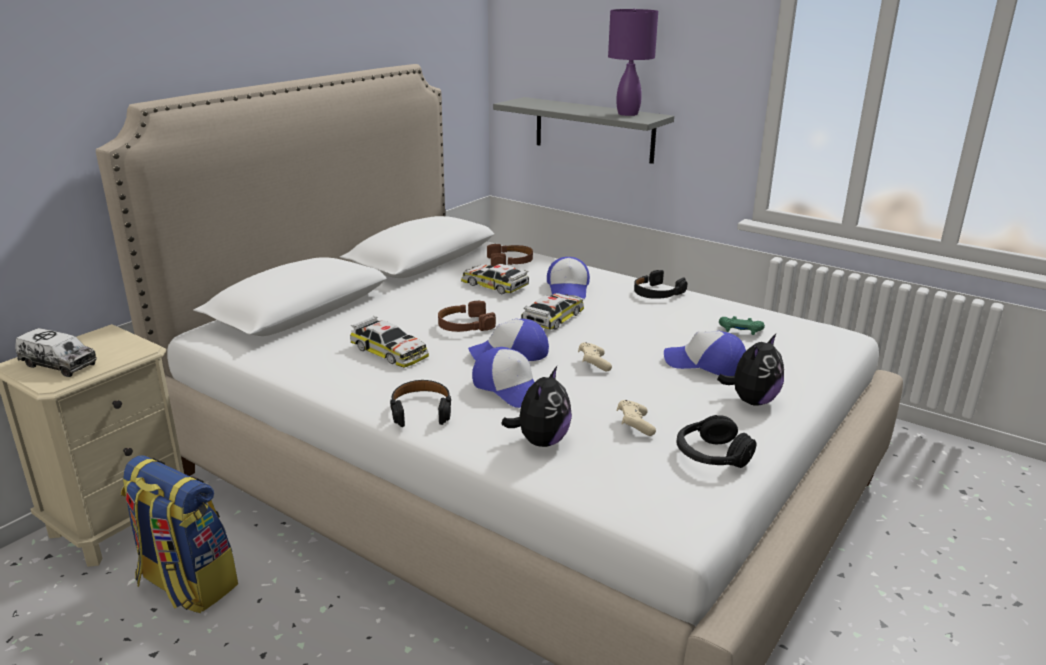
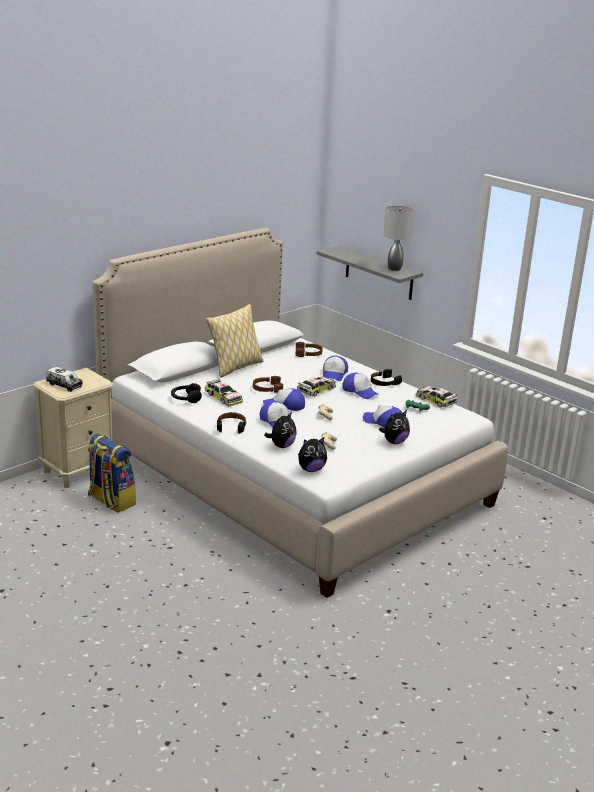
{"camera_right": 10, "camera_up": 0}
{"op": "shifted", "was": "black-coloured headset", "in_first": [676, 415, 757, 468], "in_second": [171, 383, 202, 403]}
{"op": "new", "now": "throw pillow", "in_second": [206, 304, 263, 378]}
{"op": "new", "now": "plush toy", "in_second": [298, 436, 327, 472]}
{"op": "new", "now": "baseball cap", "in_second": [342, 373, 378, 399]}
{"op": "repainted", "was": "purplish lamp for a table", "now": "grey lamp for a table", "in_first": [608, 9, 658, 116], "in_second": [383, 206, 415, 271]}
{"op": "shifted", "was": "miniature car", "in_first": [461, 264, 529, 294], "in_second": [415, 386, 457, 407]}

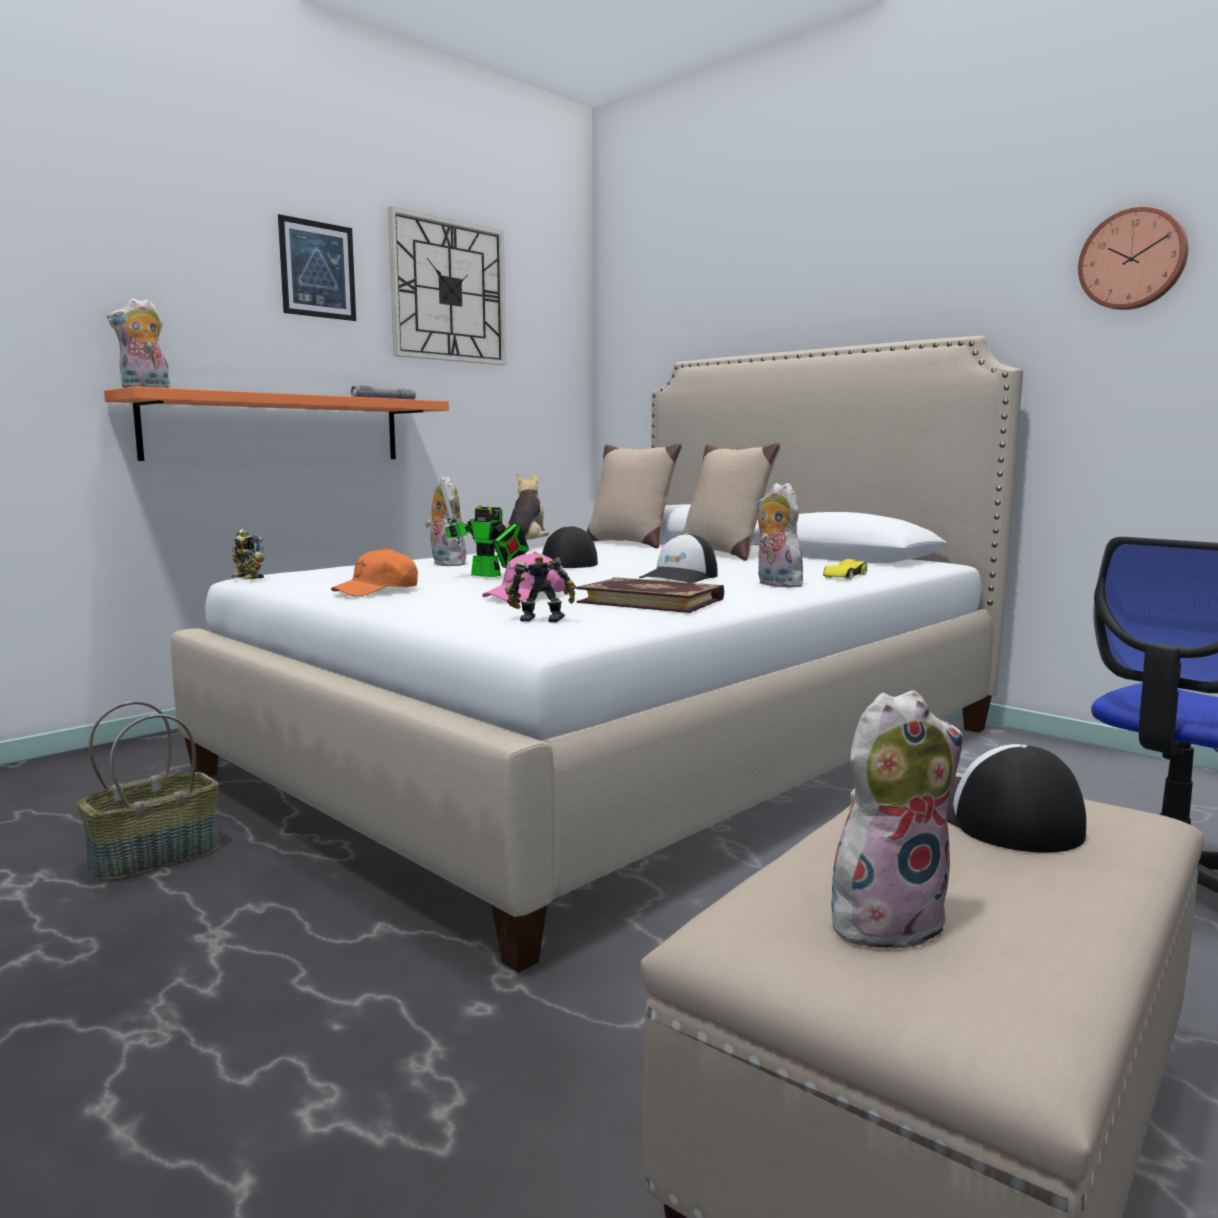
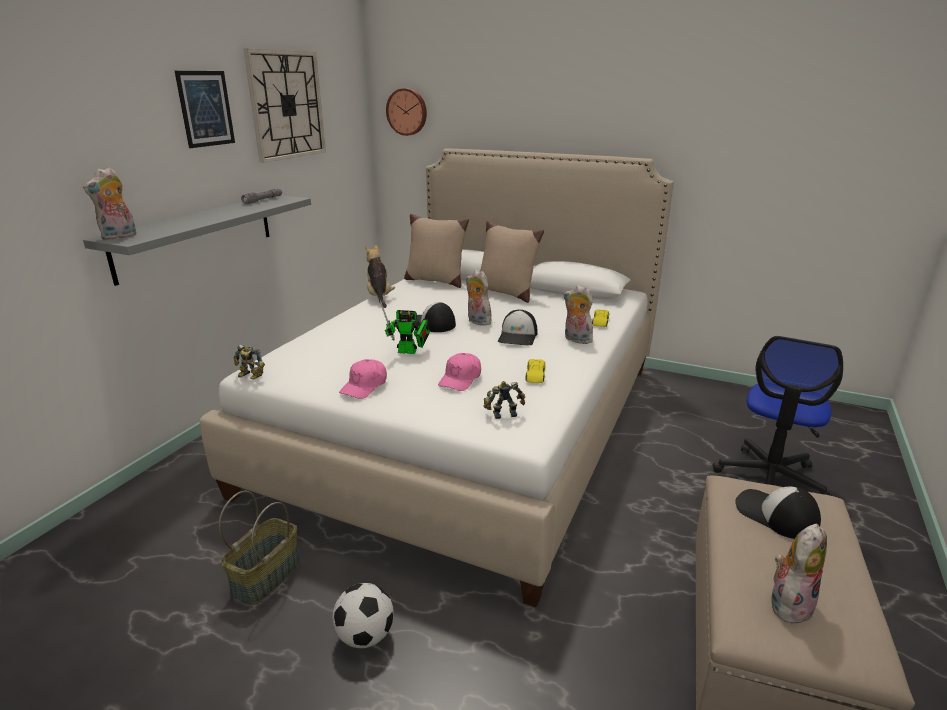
{"camera_right": -20, "camera_up": 15}
{"op": "repainted", "was": "orange-coloured shelf", "now": "grey shelf", "in_first": [104, 386, 449, 461], "in_second": [83, 195, 311, 286]}
{"op": "new", "now": "ball for football", "in_second": [332, 583, 394, 648]}
{"op": "repainted", "was": "orange-coloured baseball cap", "now": "pink baseball cap", "in_first": [331, 547, 418, 596], "in_second": [339, 359, 387, 399]}
{"op": "shifted", "was": "wall clock", "in_first": [1078, 206, 1188, 310], "in_second": [386, 88, 427, 136]}
{"op": "shifted", "was": "plush toy", "in_first": [425, 477, 466, 566], "in_second": [466, 270, 494, 326]}
{"op": "swapped", "was": "bound book", "now": "yellow-coloured miniature car", "in_first": [576, 577, 724, 613], "in_second": [525, 359, 546, 383]}

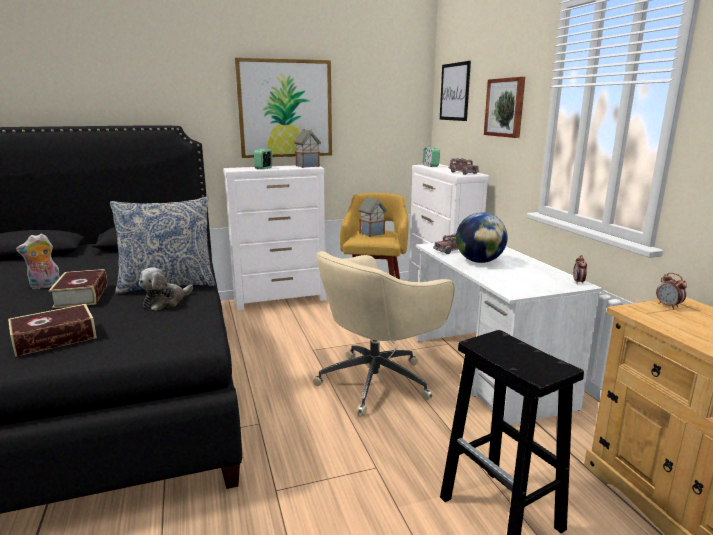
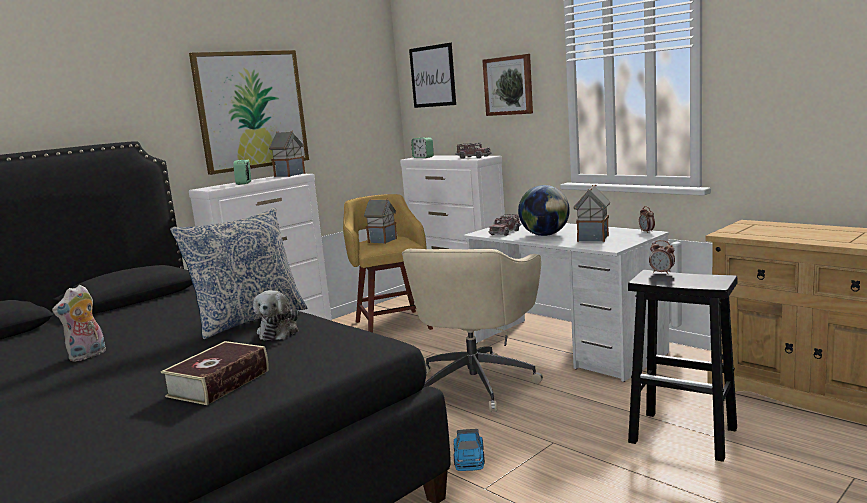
{"camera_right": -25, "camera_up": -5}
{"op": "new", "now": "miniature car", "in_second": [454, 429, 485, 471]}
{"op": "new", "now": "model house", "in_second": [573, 185, 610, 242]}
{"op": "shifted", "was": "alarm clock", "in_first": [656, 273, 687, 309], "in_second": [649, 240, 675, 274]}
{"op": "gone", "was": "bound book", "in_first": [48, 269, 107, 308]}

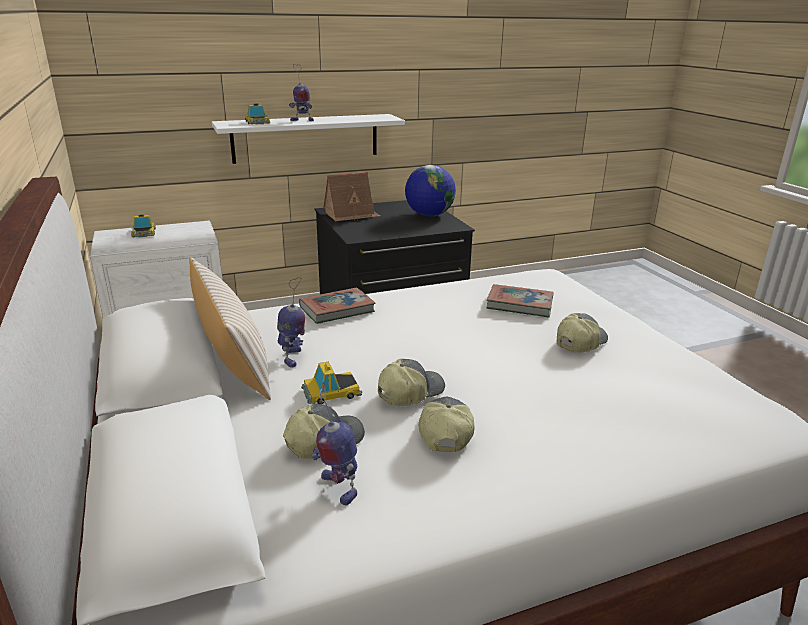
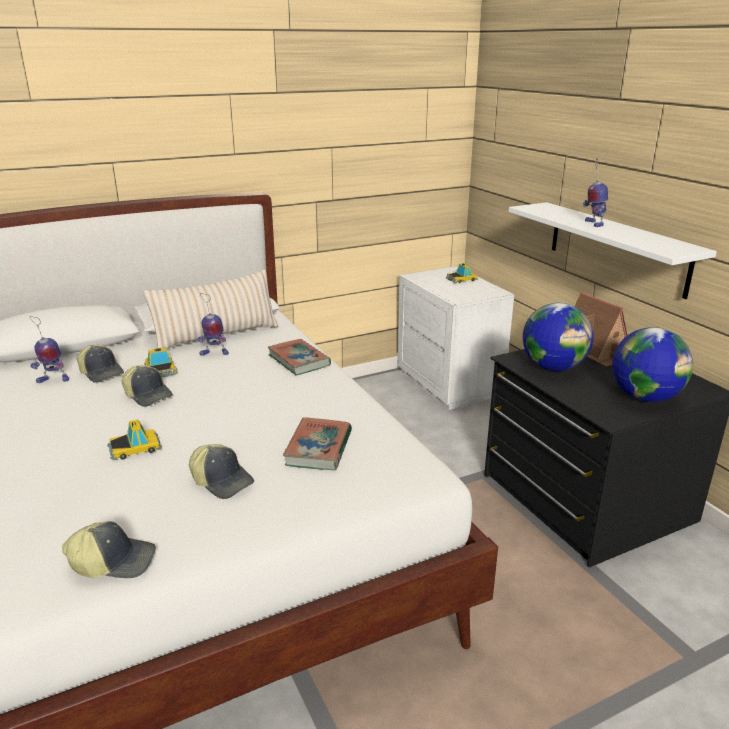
{"camera_right": 85, "camera_up": 0}
{"op": "rotated", "was": "toy robot", "in_first": [312, 382, 357, 506], "in_second": [30, 316, 69, 383], "clockwise": -150}
{"op": "shifted", "was": "baseball cap", "in_first": [418, 397, 474, 452], "in_second": [62, 521, 156, 578]}
{"op": "shifted", "was": "miniature car", "in_first": [245, 103, 270, 124], "in_second": [107, 420, 162, 460]}
{"op": "new", "now": "world globe", "in_second": [523, 303, 594, 371]}

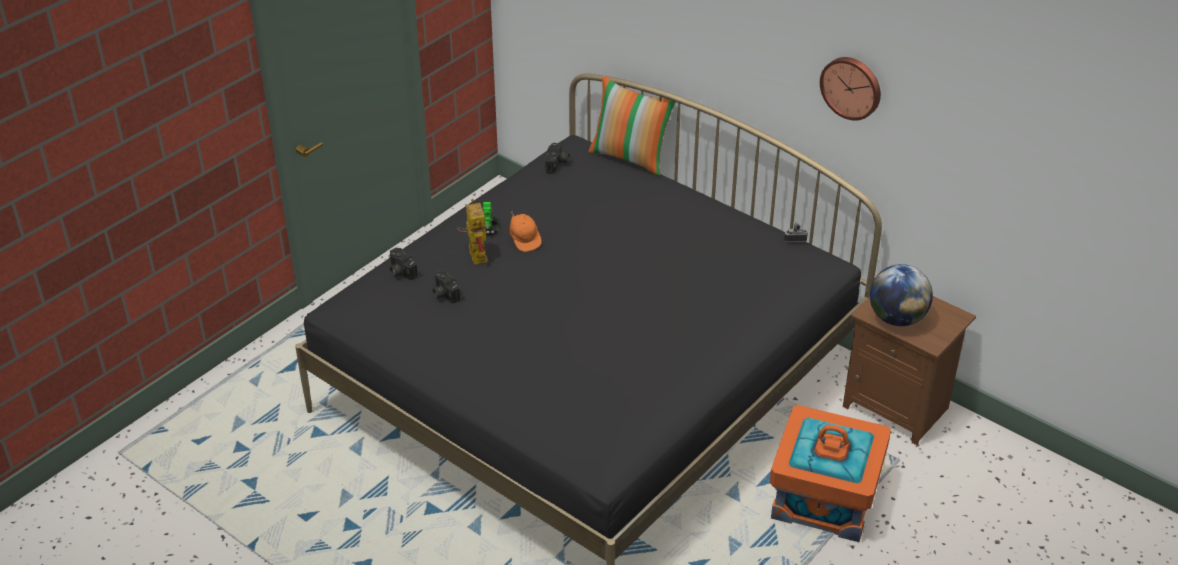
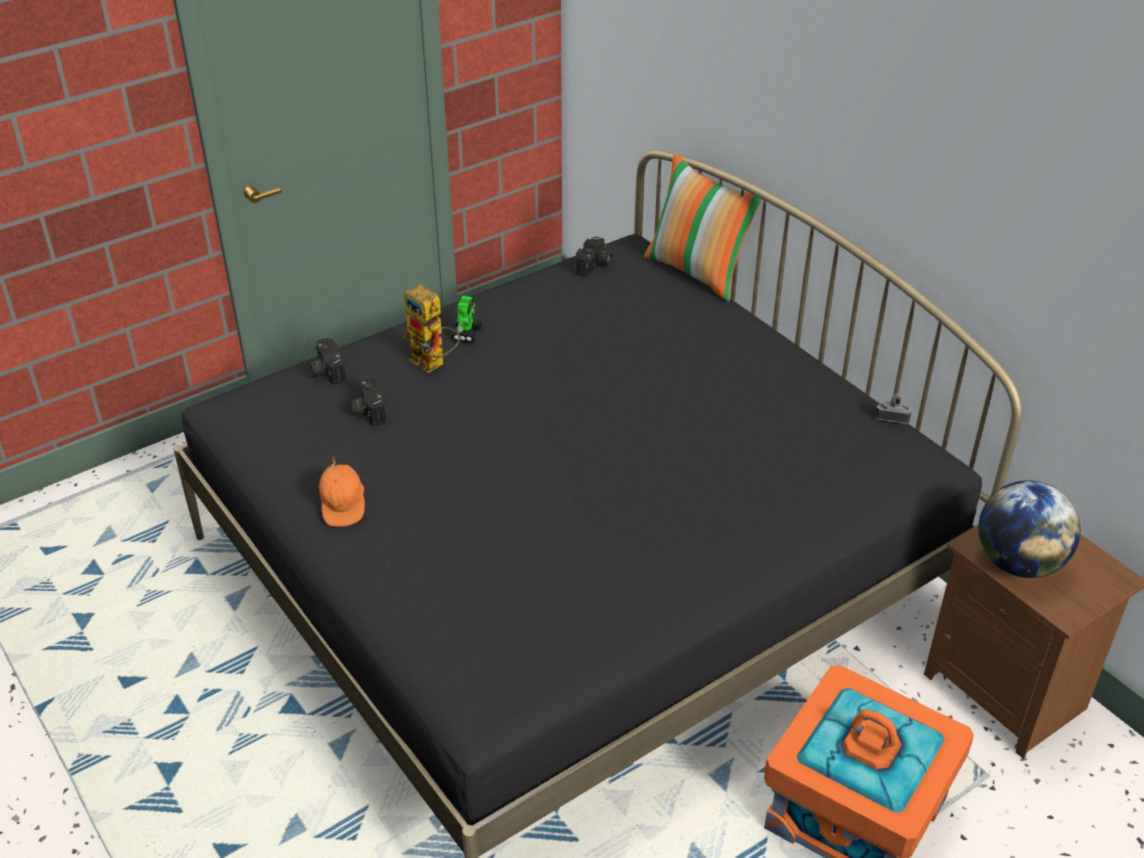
{"camera_right": 15, "camera_up": 0}
{"op": "shifted", "was": "orange-coloured baseball cap", "in_first": [510, 212, 542, 252], "in_second": [319, 457, 365, 527]}
{"op": "rotated", "was": "toy robot", "in_first": [457, 199, 489, 264], "in_second": [404, 284, 460, 373], "clockwise": 135}
{"op": "gone", "was": "wall clock", "in_first": [820, 57, 881, 121]}

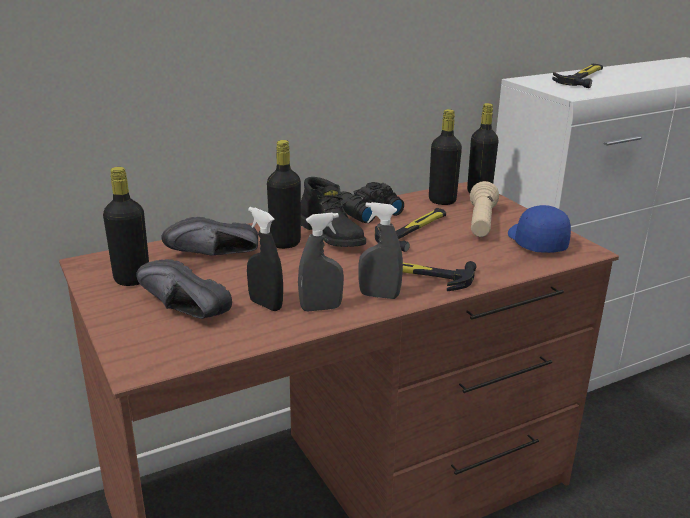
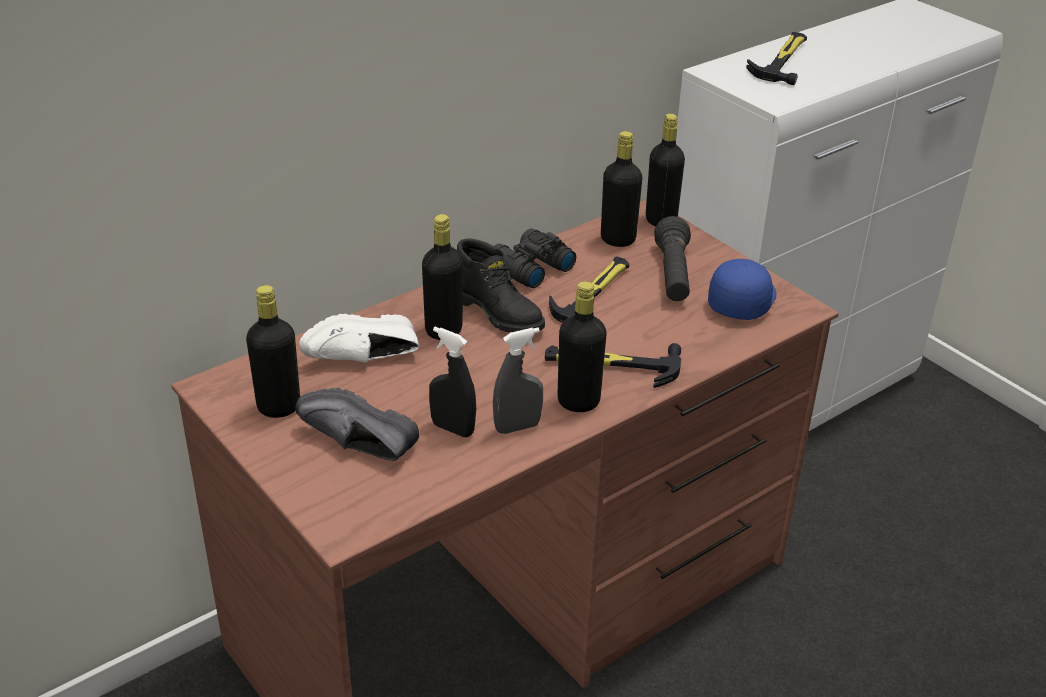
{"camera_right": -10, "camera_up": 10}
{"op": "repainted", "was": "black-coloured shoe", "now": "whitish shoe", "in_first": [161, 217, 258, 256], "in_second": [299, 314, 419, 363]}
{"op": "swapped", "was": "grey spray bottle", "now": "black-coloured drink bottle", "in_first": [358, 202, 403, 299], "in_second": [558, 281, 607, 412]}
{"op": "repainted", "was": "beige-coloured torch", "now": "black-coloured torch", "in_first": [470, 181, 499, 237], "in_second": [654, 216, 691, 301]}
{"op": "rotated", "was": "bluish baseball cap", "in_first": [508, 205, 571, 253], "in_second": [708, 259, 776, 320], "clockwise": 45}

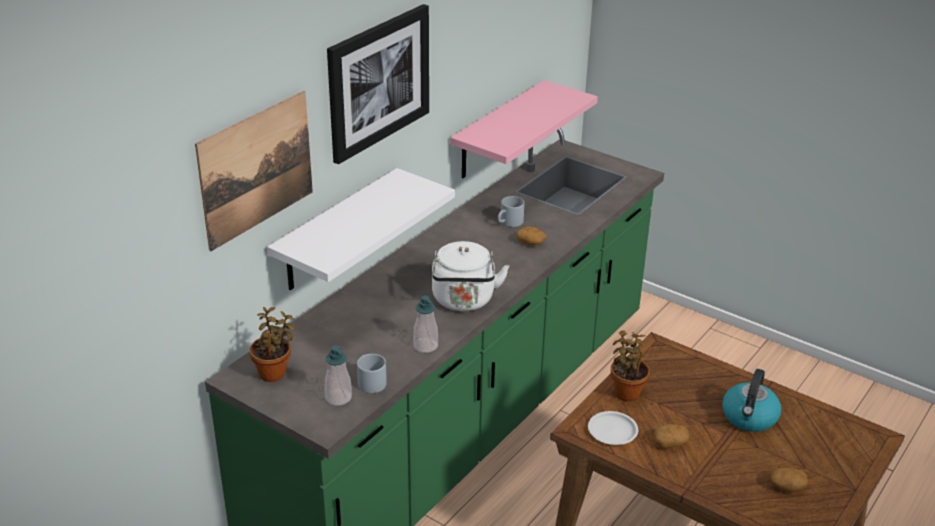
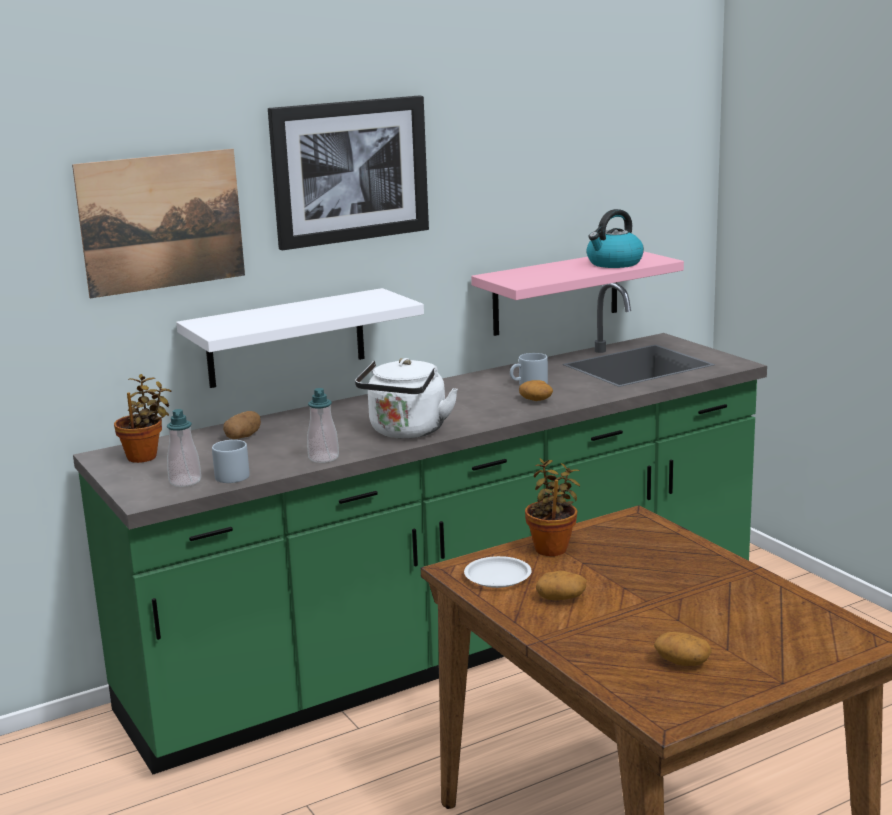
{"camera_right": 25, "camera_up": -15}
{"op": "new", "now": "spud", "in_second": [223, 411, 261, 439]}
{"op": "shifted", "was": "kettle", "in_first": [722, 369, 781, 432], "in_second": [587, 209, 644, 268]}

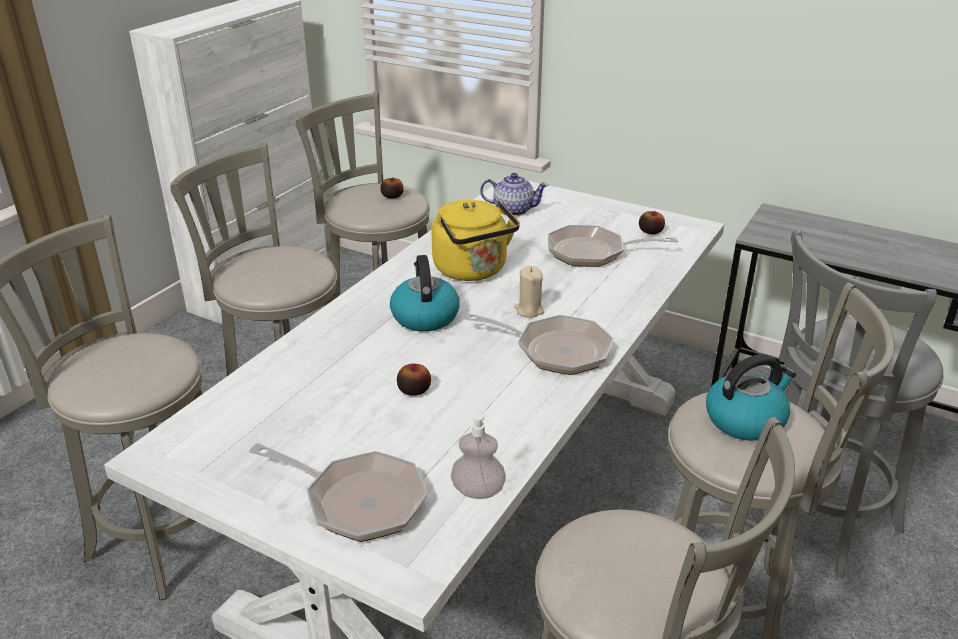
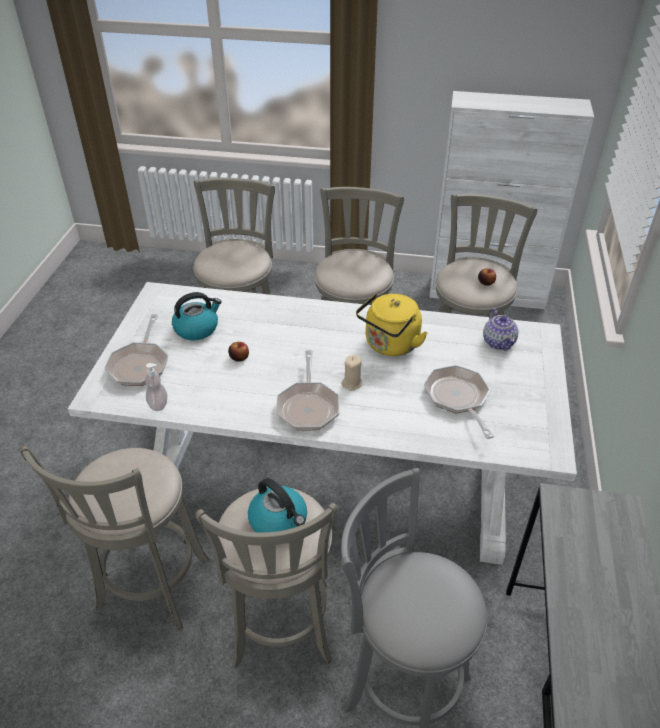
{"camera_right": 70, "camera_up": 10}
{"op": "shifted", "was": "kettle", "in_first": [390, 255, 460, 332], "in_second": [172, 292, 221, 340]}
{"op": "gone", "was": "apple", "in_first": [639, 211, 665, 234]}

